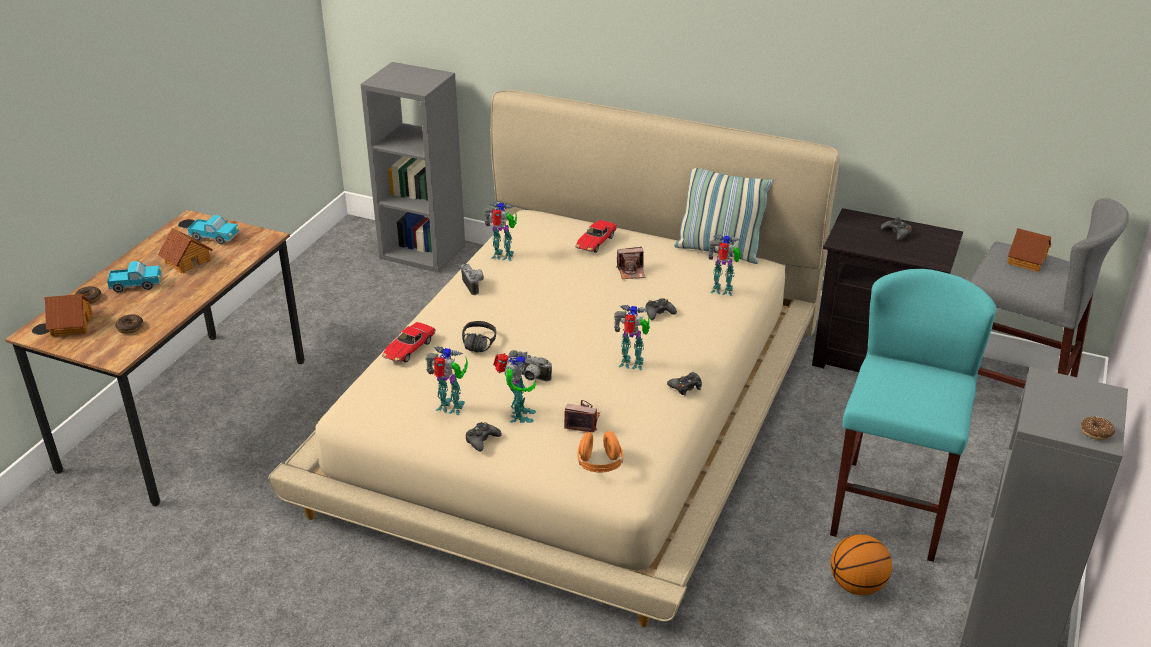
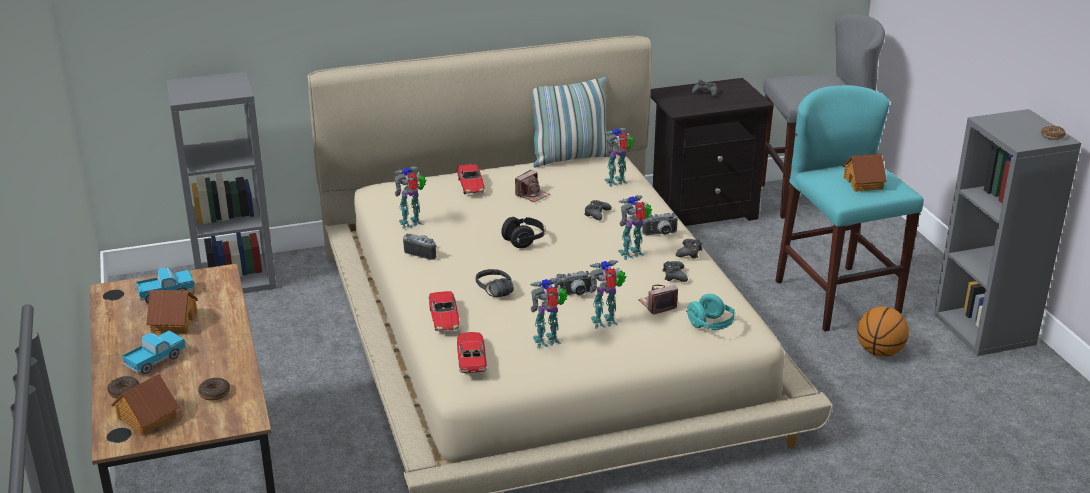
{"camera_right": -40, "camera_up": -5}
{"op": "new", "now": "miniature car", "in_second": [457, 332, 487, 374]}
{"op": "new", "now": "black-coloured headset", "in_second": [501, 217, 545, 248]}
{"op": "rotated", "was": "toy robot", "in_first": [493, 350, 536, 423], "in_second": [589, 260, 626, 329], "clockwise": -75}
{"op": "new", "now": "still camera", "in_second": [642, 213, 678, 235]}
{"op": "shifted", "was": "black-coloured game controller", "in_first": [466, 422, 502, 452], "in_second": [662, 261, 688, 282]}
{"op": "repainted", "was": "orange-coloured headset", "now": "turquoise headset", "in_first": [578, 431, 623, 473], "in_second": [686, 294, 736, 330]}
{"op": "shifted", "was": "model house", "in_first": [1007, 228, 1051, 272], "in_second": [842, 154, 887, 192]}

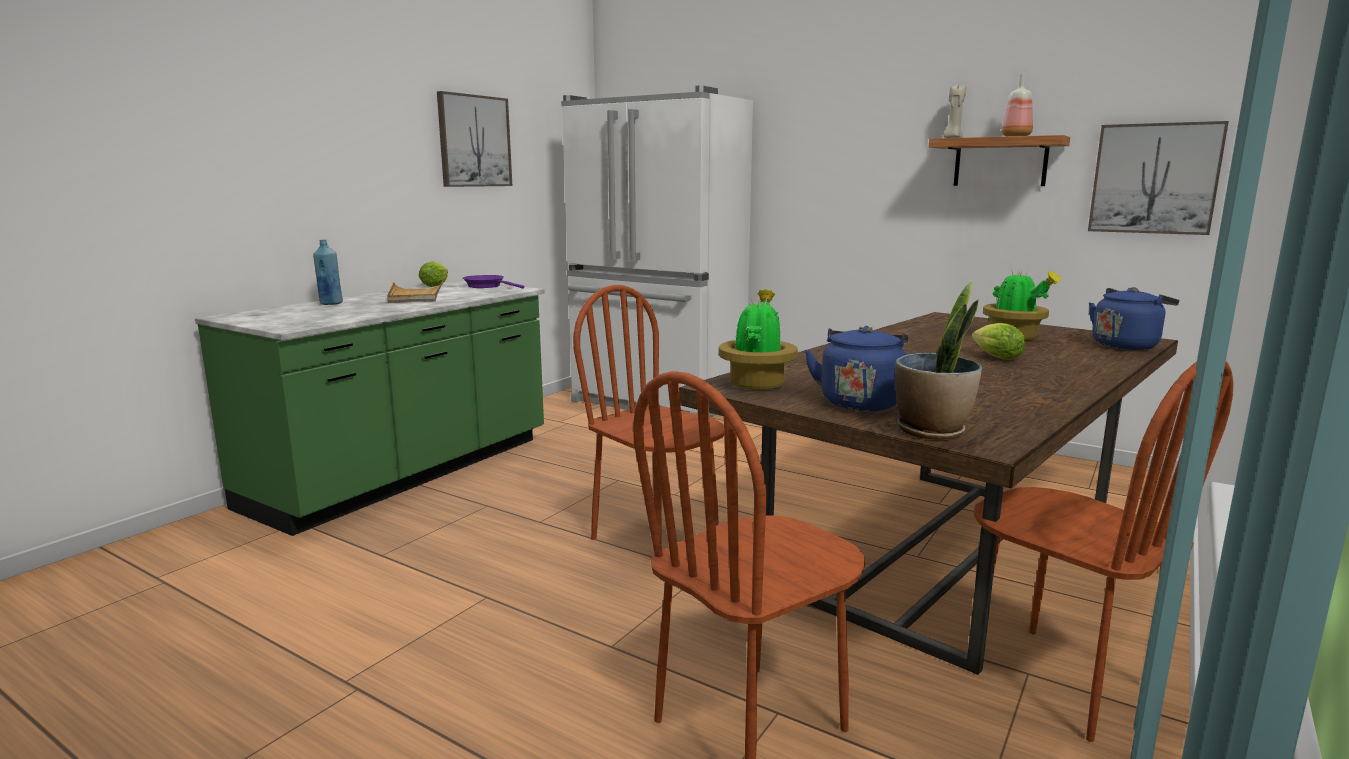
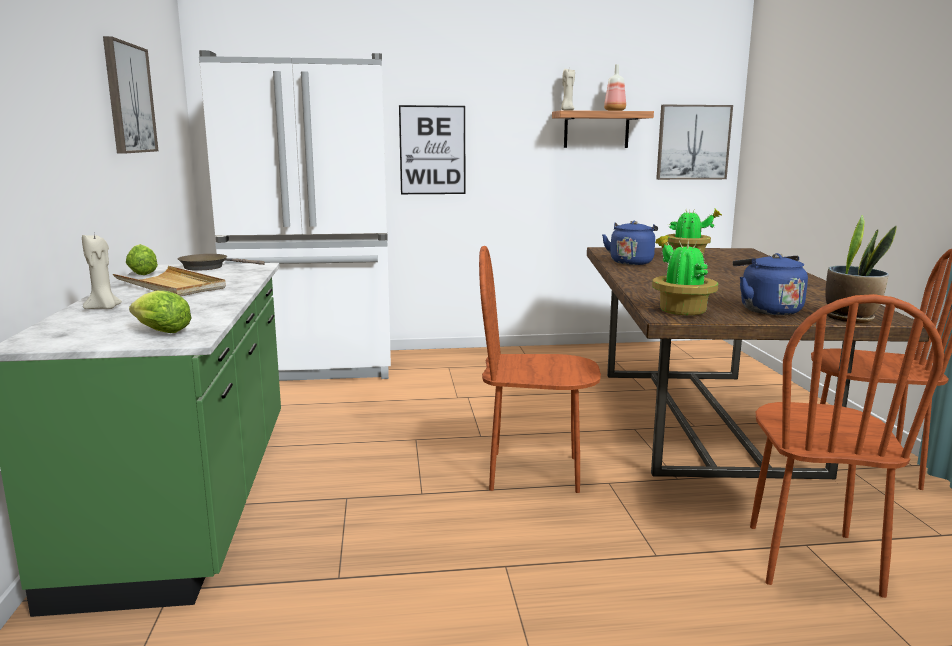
{"camera_right": -40, "camera_up": 0}
{"op": "swapped", "was": "bluish drink bottle", "now": "beige-coloured candle", "in_first": [313, 240, 343, 305], "in_second": [82, 234, 122, 309]}
{"op": "shifted", "was": "lettuce", "in_first": [972, 323, 1025, 360], "in_second": [129, 290, 191, 333]}
{"op": "repainted", "was": "purplish frying pan", "now": "brownish frying pan", "in_first": [463, 275, 525, 289], "in_second": [177, 254, 265, 271]}
{"op": "new", "now": "wall picture", "in_second": [399, 105, 465, 194]}
{"op": "shifted", "was": "bluish kettle", "in_first": [1089, 287, 1179, 350], "in_second": [602, 221, 658, 265]}

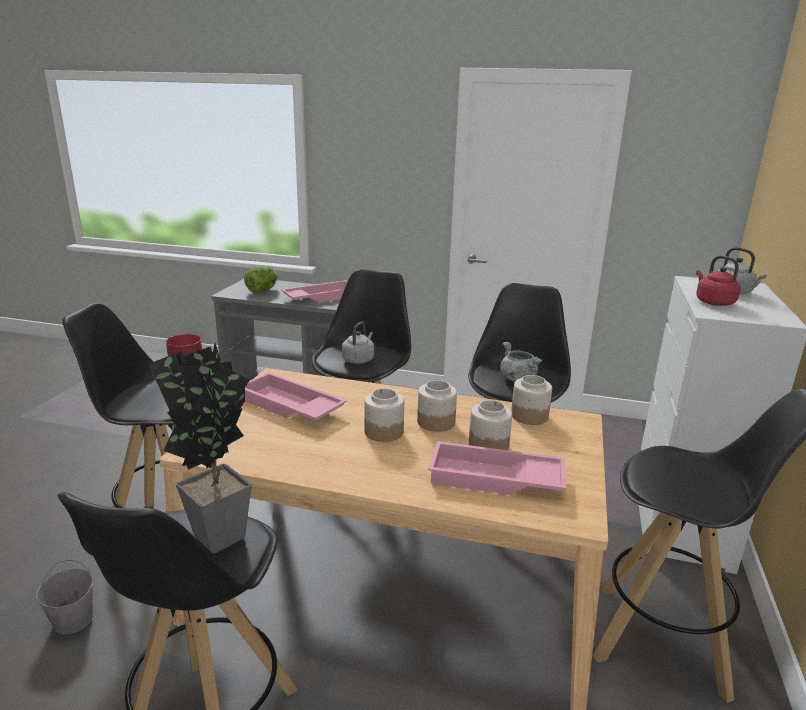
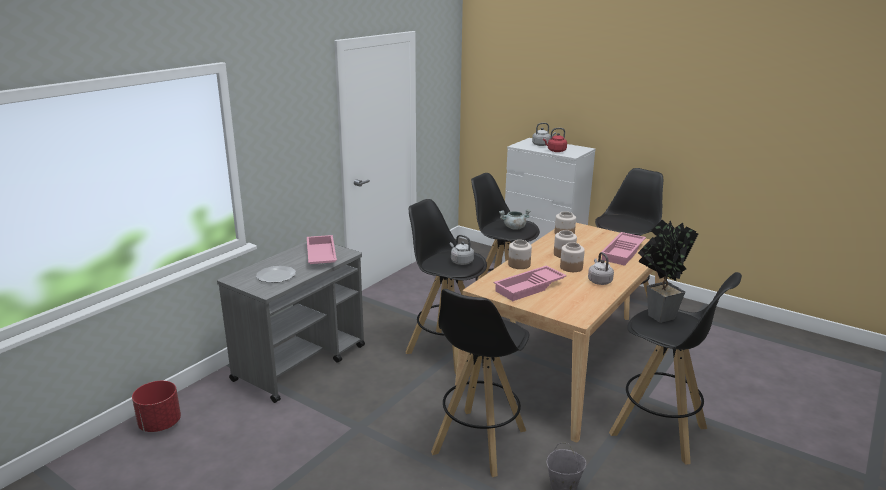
{"camera_right": -70, "camera_up": 0}
{"op": "swapped", "was": "lettuce", "now": "flat dish", "in_first": [244, 265, 278, 293], "in_second": [256, 266, 296, 283]}
{"op": "shifted", "was": "jar", "in_first": [469, 400, 512, 450], "in_second": [508, 240, 532, 269]}
{"op": "new", "now": "grey kettle", "in_second": [588, 252, 614, 285]}

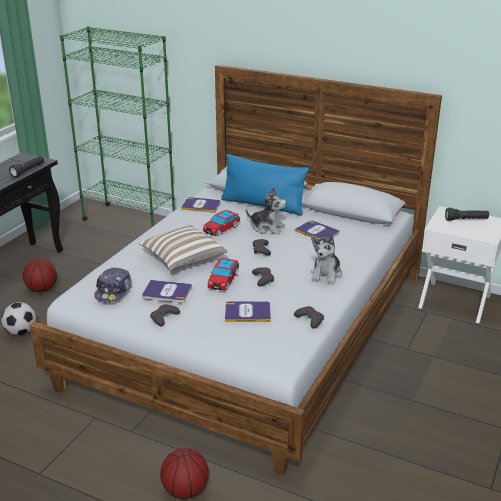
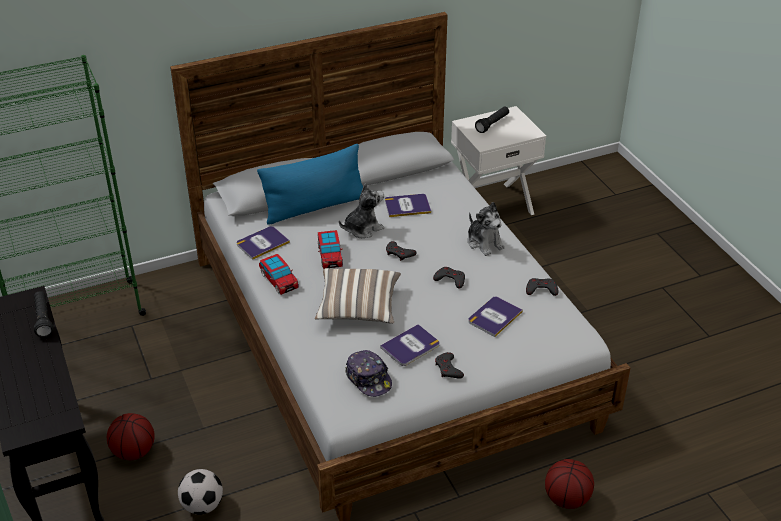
{"camera_right": -50, "camera_up": 10}
{"op": "shifted", "was": "miniature car", "in_first": [208, 258, 239, 291], "in_second": [259, 254, 299, 295]}

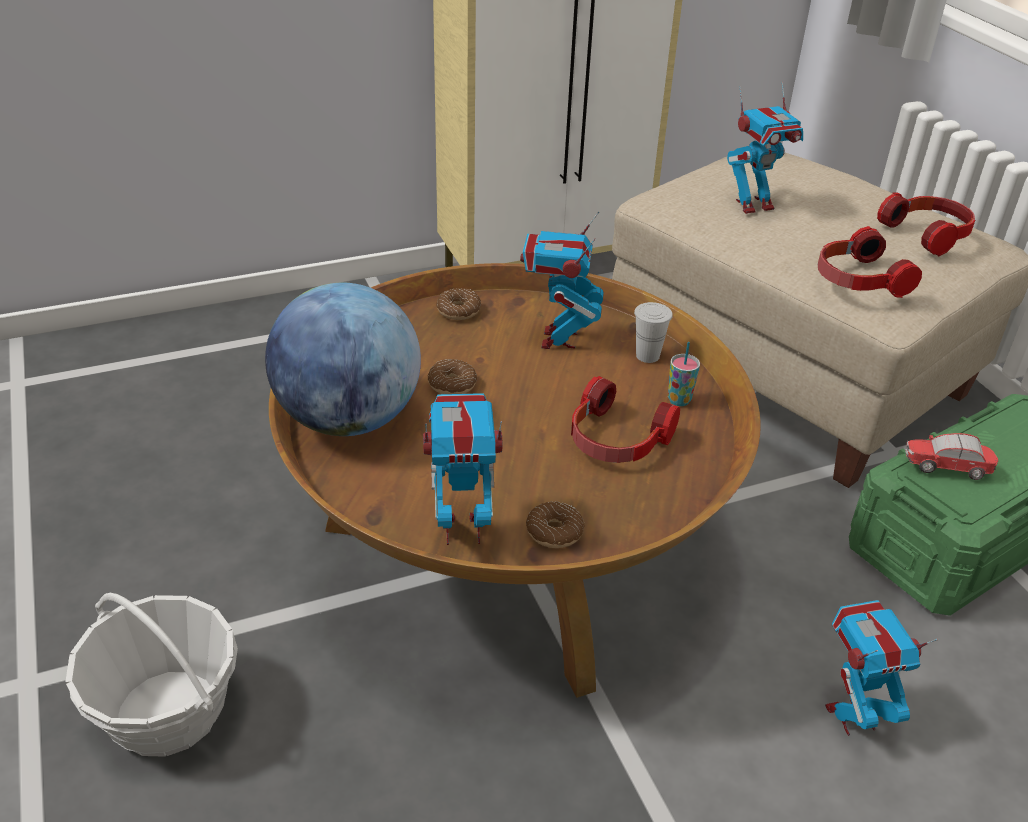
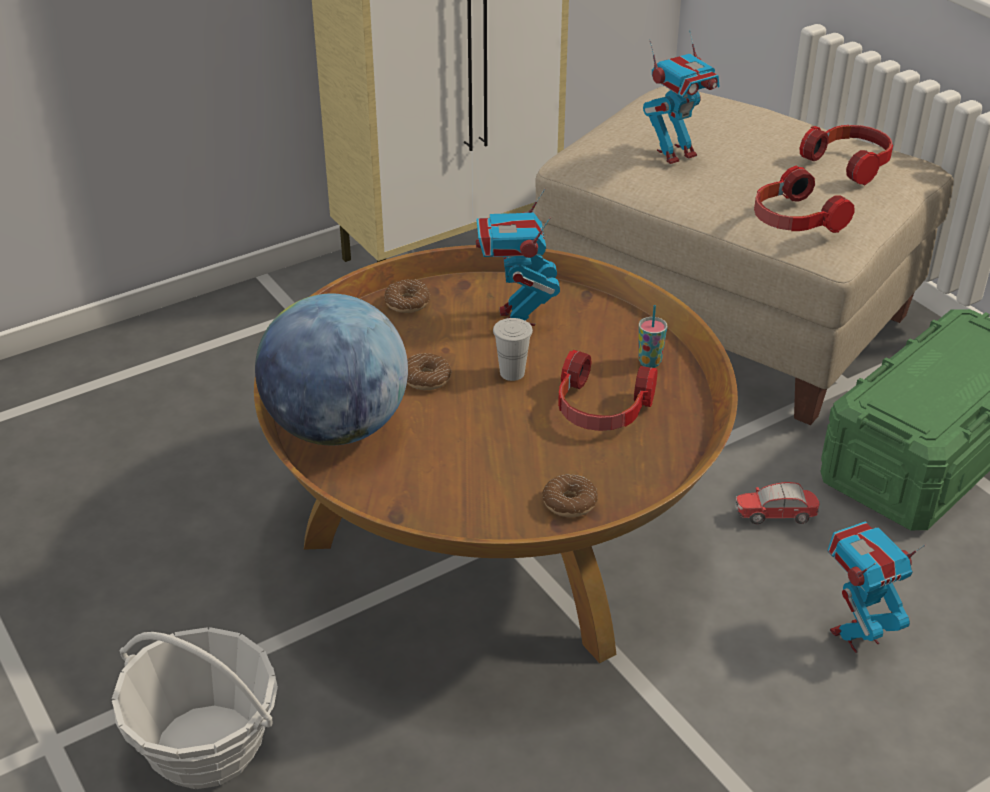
{"camera_right": -10, "camera_up": 0}
{"op": "shifted", "was": "whitish cup", "in_first": [634, 302, 673, 363], "in_second": [493, 318, 533, 381]}
{"op": "shifted", "was": "miniature car", "in_first": [905, 433, 998, 480], "in_second": [735, 482, 820, 524]}
{"op": "gone", "was": "toy robot", "in_first": [423, 393, 502, 545]}

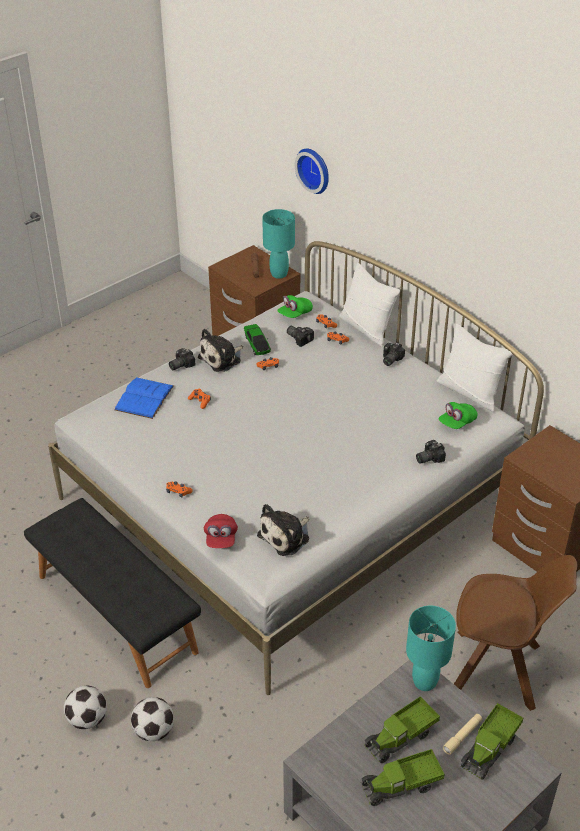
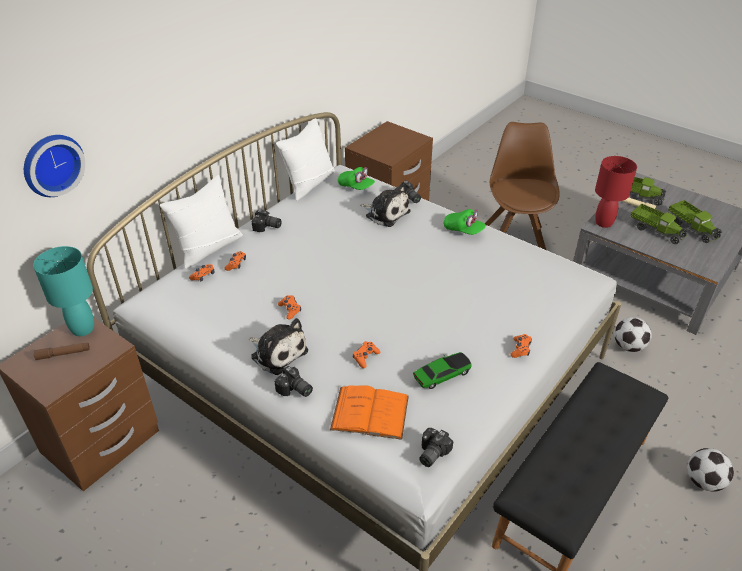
{"camera_right": -100, "camera_up": 0}
{"op": "repainted", "was": "bluish bound book", "now": "orange-coloured bound book", "in_first": [114, 377, 174, 419], "in_second": [330, 385, 409, 440]}
{"op": "shifted", "was": "plush toy", "in_first": [257, 504, 309, 556], "in_second": [360, 184, 411, 227]}
{"op": "shifted", "was": "miniature car", "in_first": [244, 324, 271, 355], "in_second": [413, 352, 472, 389]}
{"op": "shifted", "was": "still camera", "in_first": [287, 326, 314, 347], "in_second": [419, 428, 453, 467]}
{"op": "shifted", "was": "green-coloured baseball cap", "in_first": [277, 295, 313, 318], "in_second": [444, 209, 486, 235]}
{"op": "repainted", "was": "turquoise lamp for a table", "now": "reddish lamp for a table", "in_first": [406, 605, 456, 691], "in_second": [595, 156, 637, 228]}
{"op": "shifted", "was": "ball for football", "in_first": [131, 697, 174, 741], "in_second": [614, 317, 652, 352]}
{"op": "gone", "was": "reddish baseball cap", "in_first": [204, 514, 238, 548]}

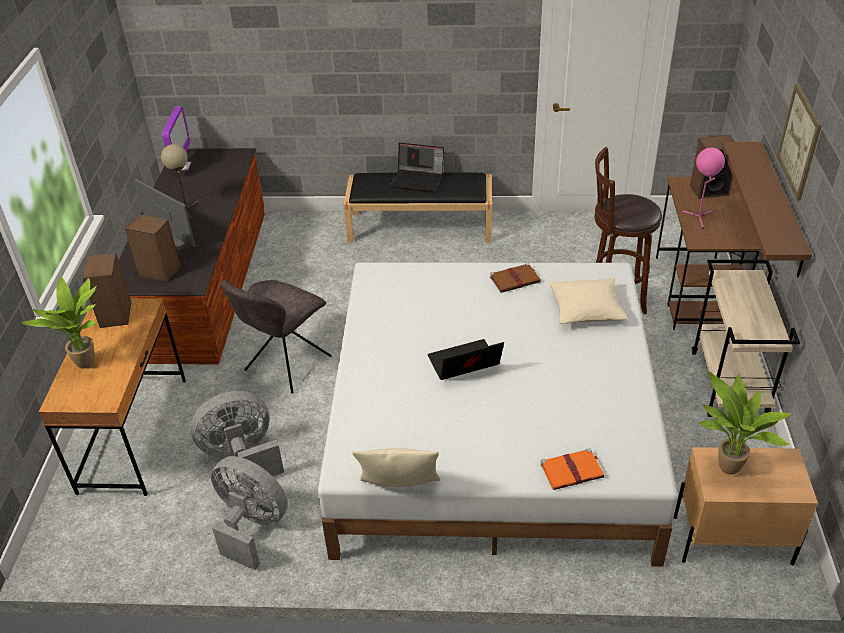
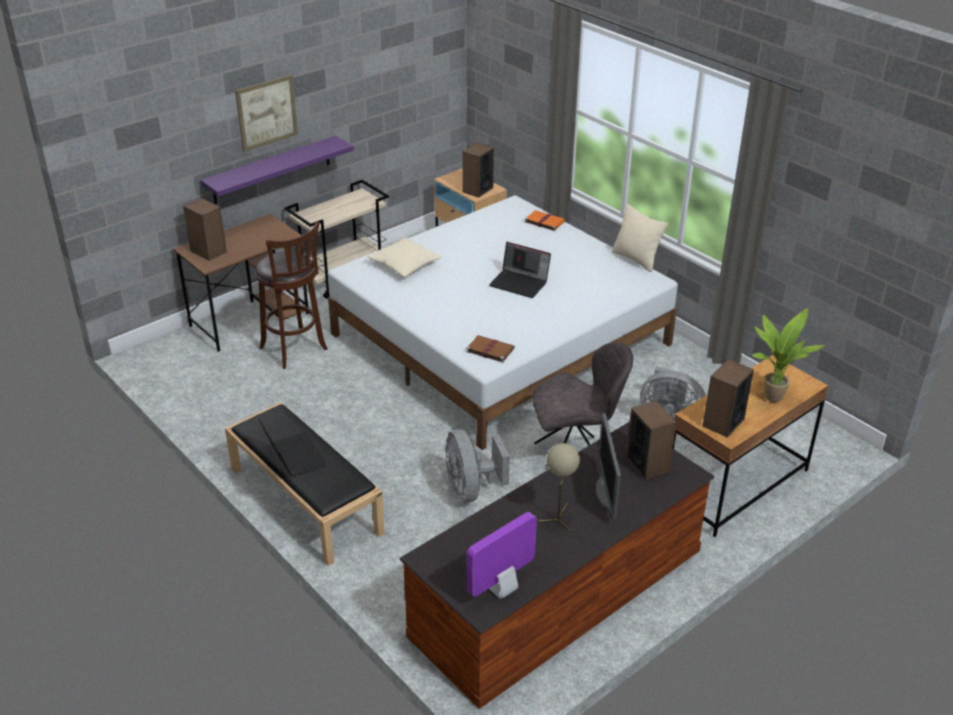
{"camera_right": -135, "camera_up": -5}
{"op": "repainted", "was": "brownish shelf", "now": "purplish shelf", "in_first": [722, 142, 812, 277], "in_second": [201, 136, 354, 204]}
{"op": "shifted", "was": "grey electric fan", "in_first": [211, 456, 288, 570], "in_second": [445, 429, 510, 503]}
{"op": "swapped", "was": "plant in a pot", "now": "audio speaker", "in_first": [698, 372, 791, 475], "in_second": [463, 142, 494, 198]}
{"op": "shifted", "was": "brownish bound book", "in_first": [490, 263, 541, 293], "in_second": [465, 335, 515, 363]}
{"op": "gone", "was": "pink lamp for a table", "in_first": [683, 148, 725, 229]}

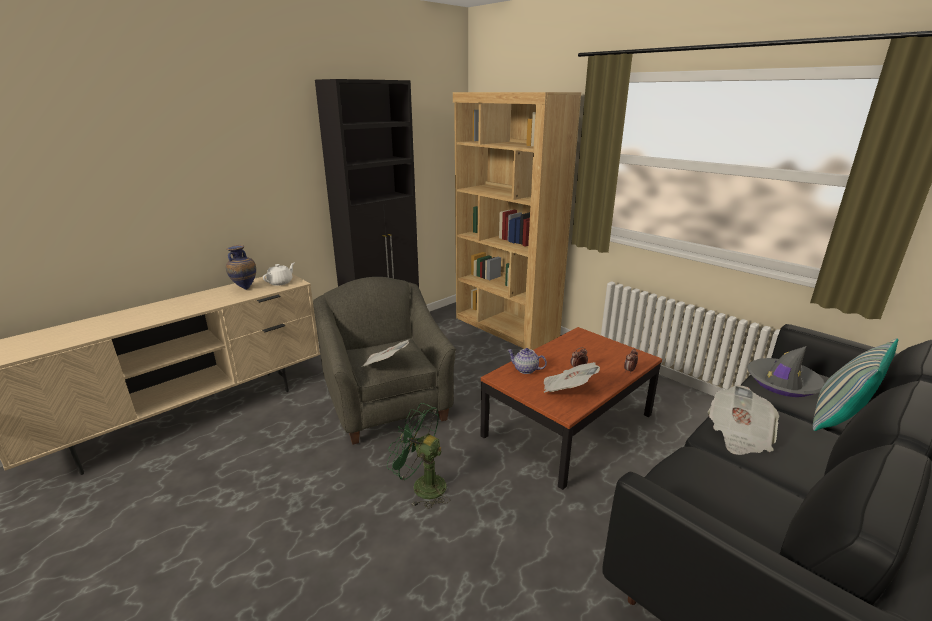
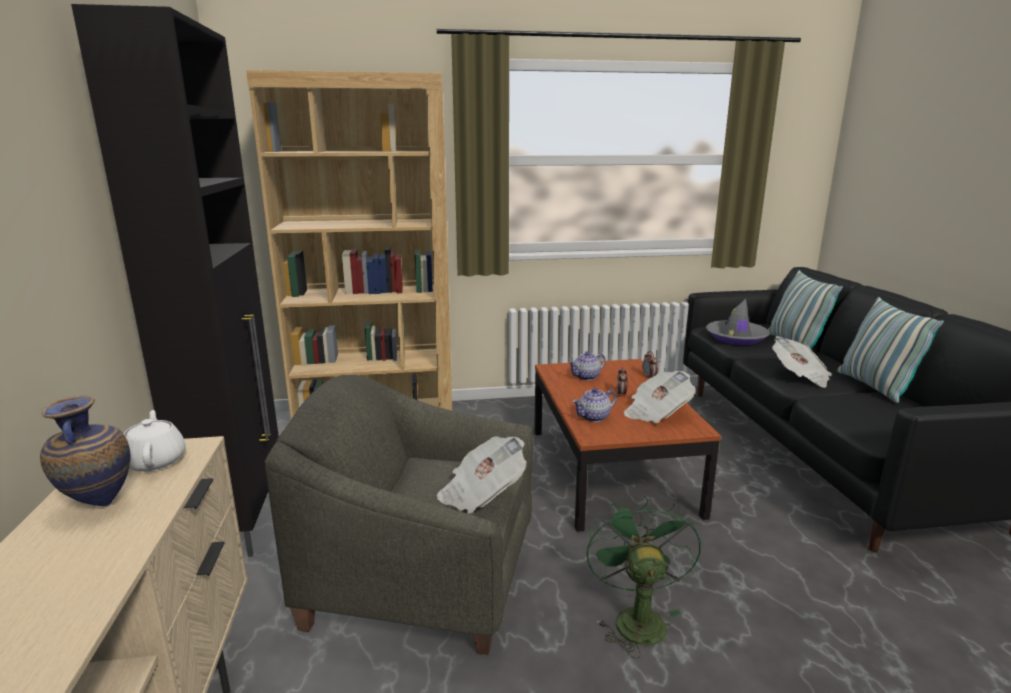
{"camera_right": -55, "camera_up": -5}
{"op": "new", "now": "teapot", "in_second": [568, 351, 606, 380]}
{"op": "rotated", "was": "green-coloured electric fan", "in_first": [387, 403, 450, 509], "in_second": [587, 496, 701, 658], "clockwise": 120}
{"op": "new", "now": "throw pillow", "in_second": [837, 297, 944, 403]}

